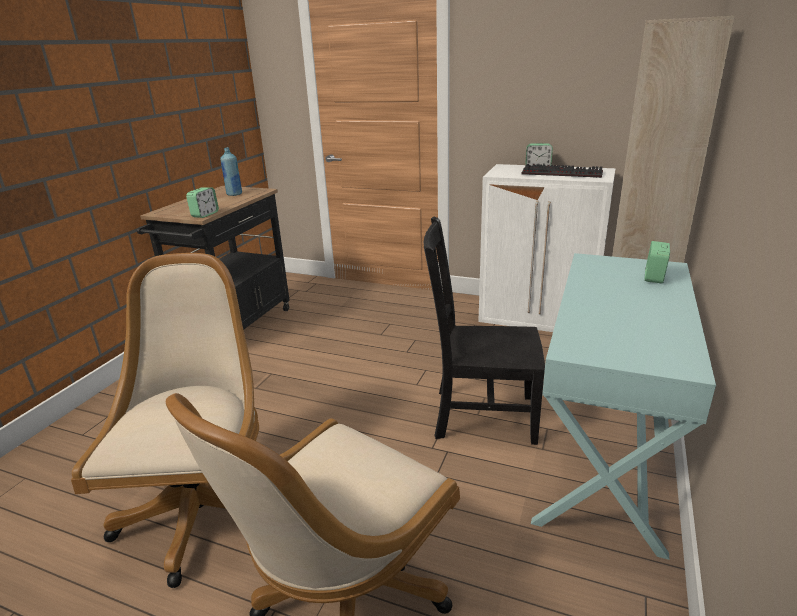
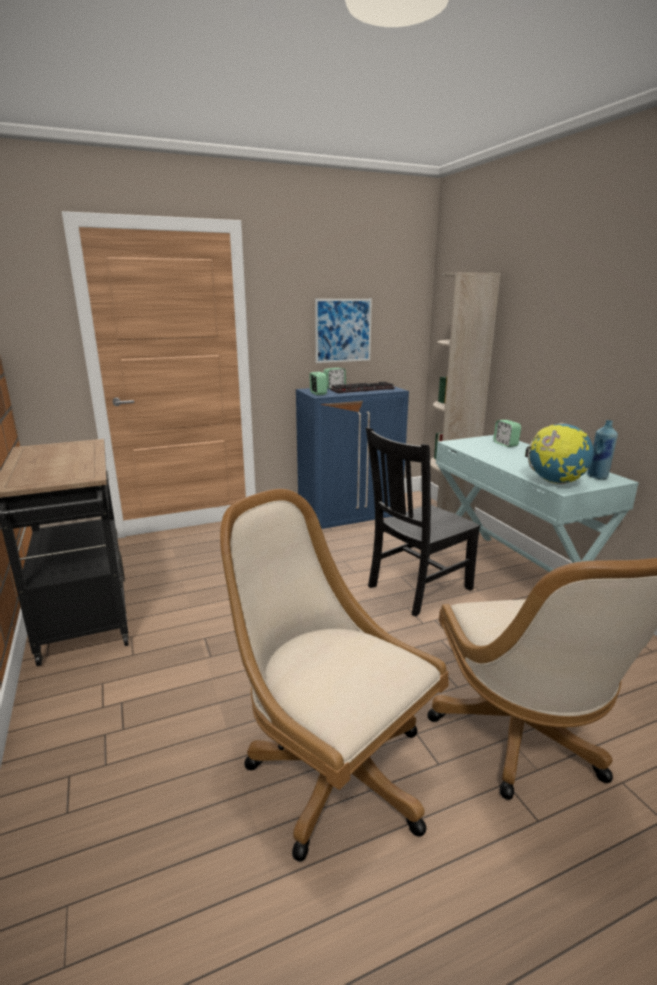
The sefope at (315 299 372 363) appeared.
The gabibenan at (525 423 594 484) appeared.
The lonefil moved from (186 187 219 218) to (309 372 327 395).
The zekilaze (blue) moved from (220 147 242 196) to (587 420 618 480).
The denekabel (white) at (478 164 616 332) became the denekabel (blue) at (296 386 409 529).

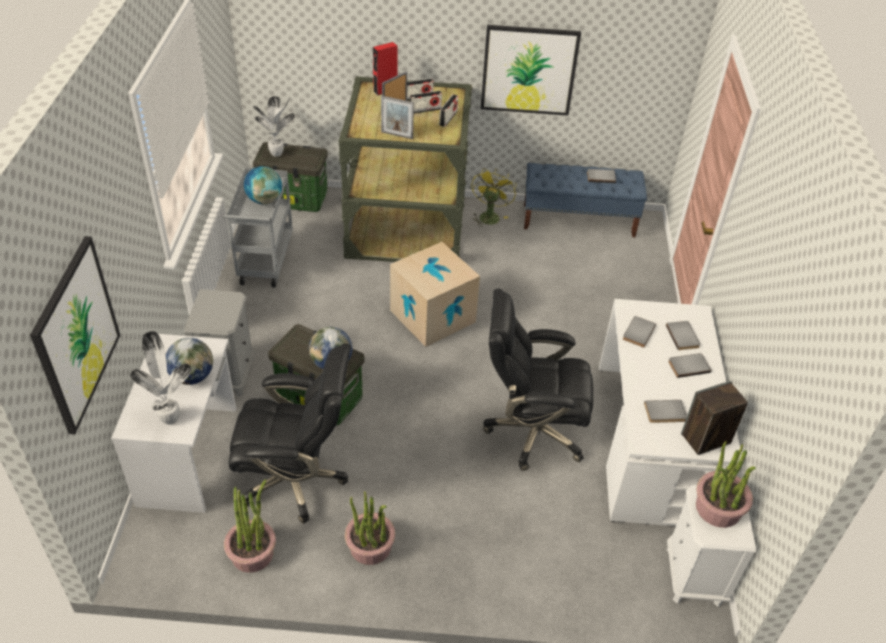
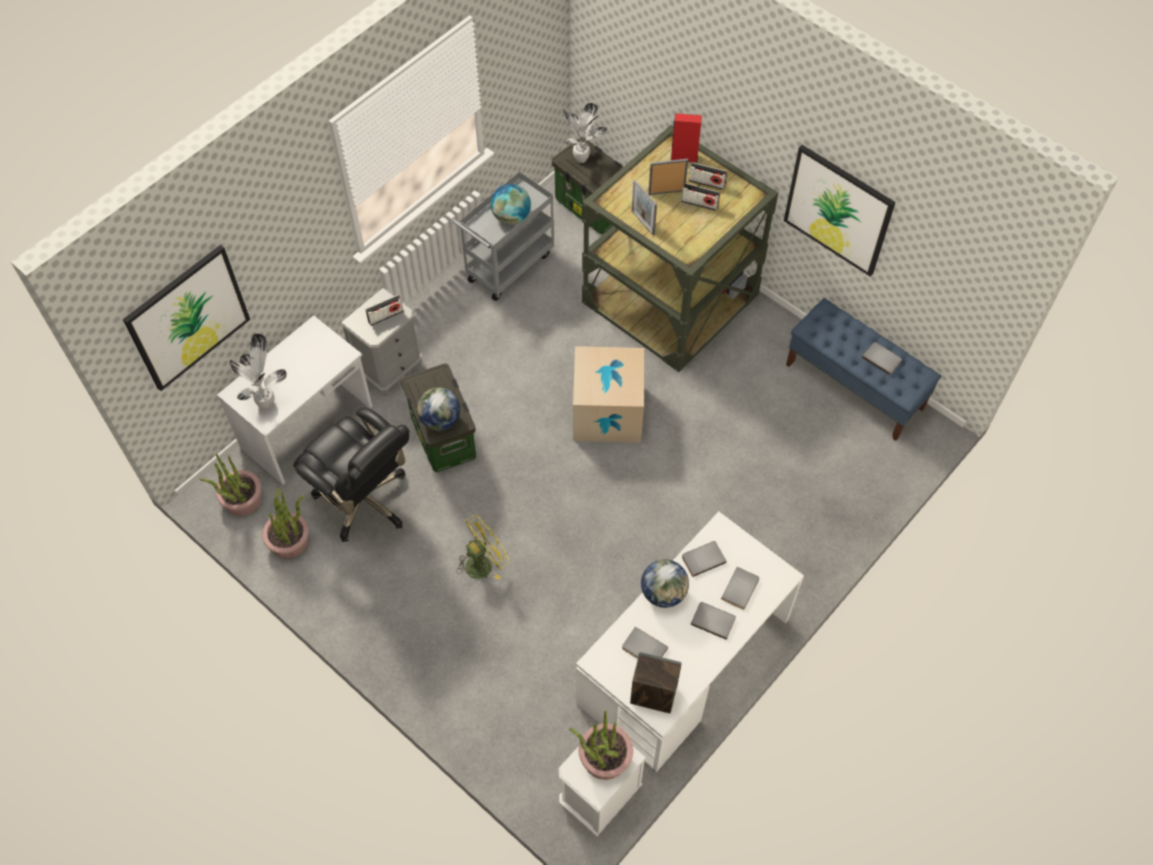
The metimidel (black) at (483 289 593 471) disappeared.
The gabibenan moved from (166 338 213 385) to (641 559 689 608).
The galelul moved from (345 491 395 565) to (200 453 261 516).
The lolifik moved from (439 94 458 127) to (365 295 404 326).
The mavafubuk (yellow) moved from (471 168 516 227) to (456 515 509 579).

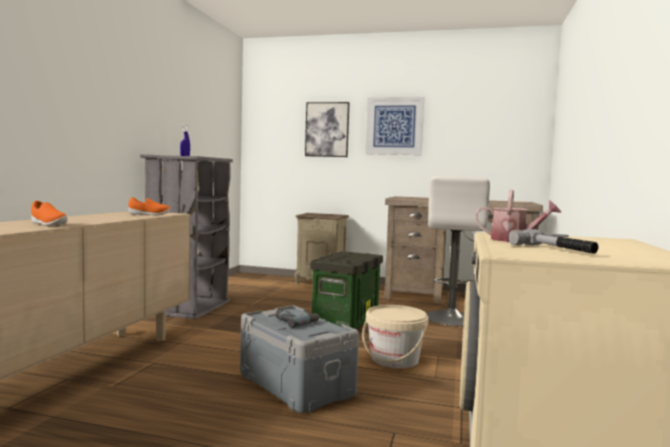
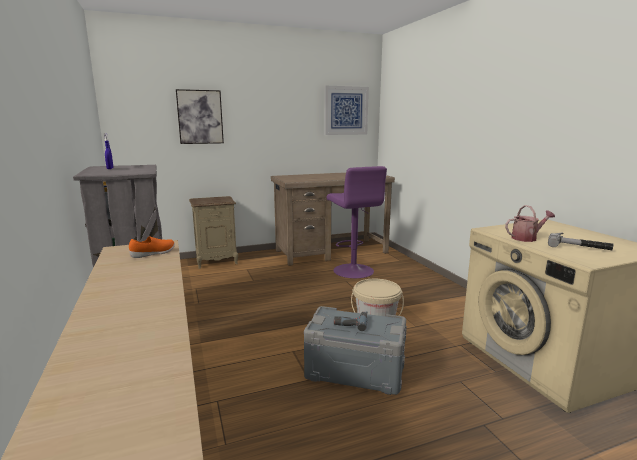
The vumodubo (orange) at (31 201 68 226) disappeared.
The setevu at (310 251 383 329) disappeared.
The sefope moved from (365 97 424 155) to (325 86 369 135).
The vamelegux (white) at (427 176 490 326) became the vamelegux (purple) at (327 166 387 278).

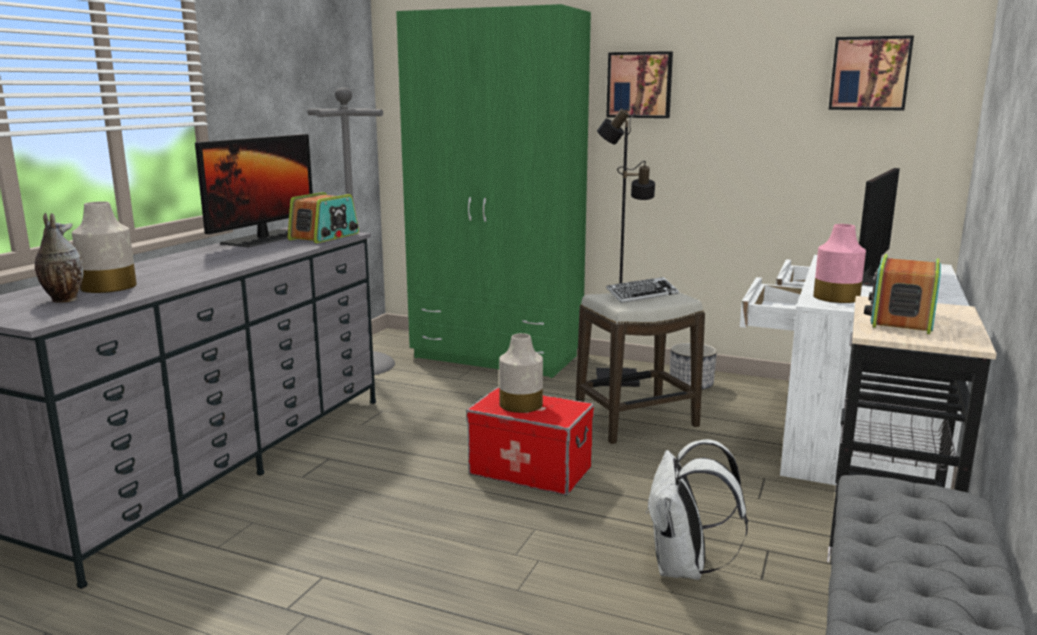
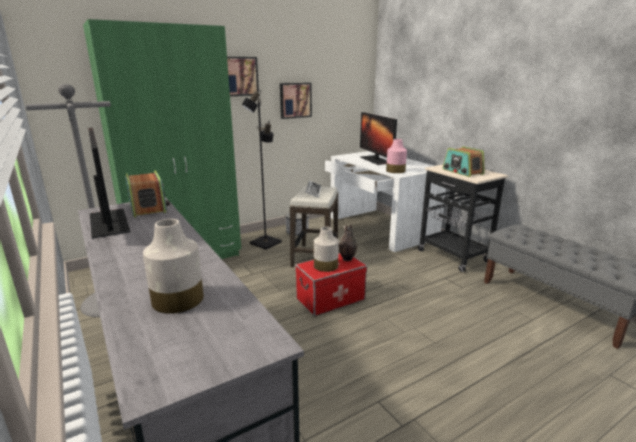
The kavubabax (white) at (646 439 748 580) disappeared.
The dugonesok moved from (35 213 84 303) to (339 224 358 261).
The sefope moved from (828 35 914 110) to (280 83 312 119).

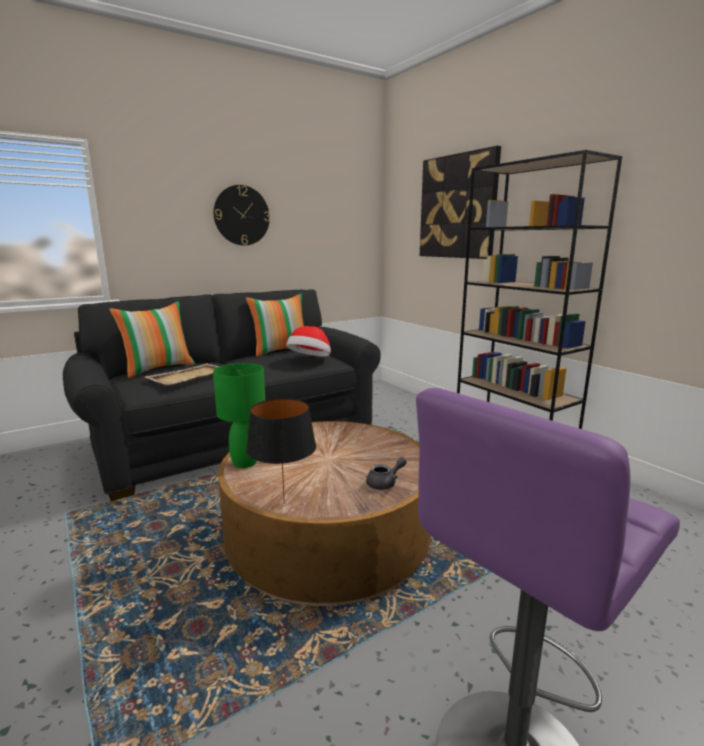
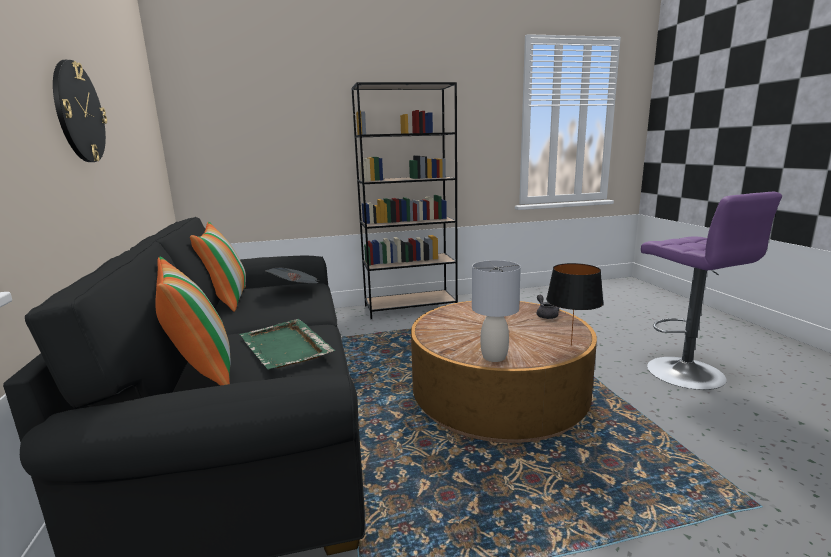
The sefope at (420 146 501 259) disappeared.
The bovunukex at (286 326 331 356) was replaced by the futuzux at (265 268 319 283).
The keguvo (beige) at (145 364 220 386) became the keguvo (green) at (239 319 335 370).
The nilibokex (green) at (213 363 265 468) became the nilibokex (grey) at (472 260 521 362).

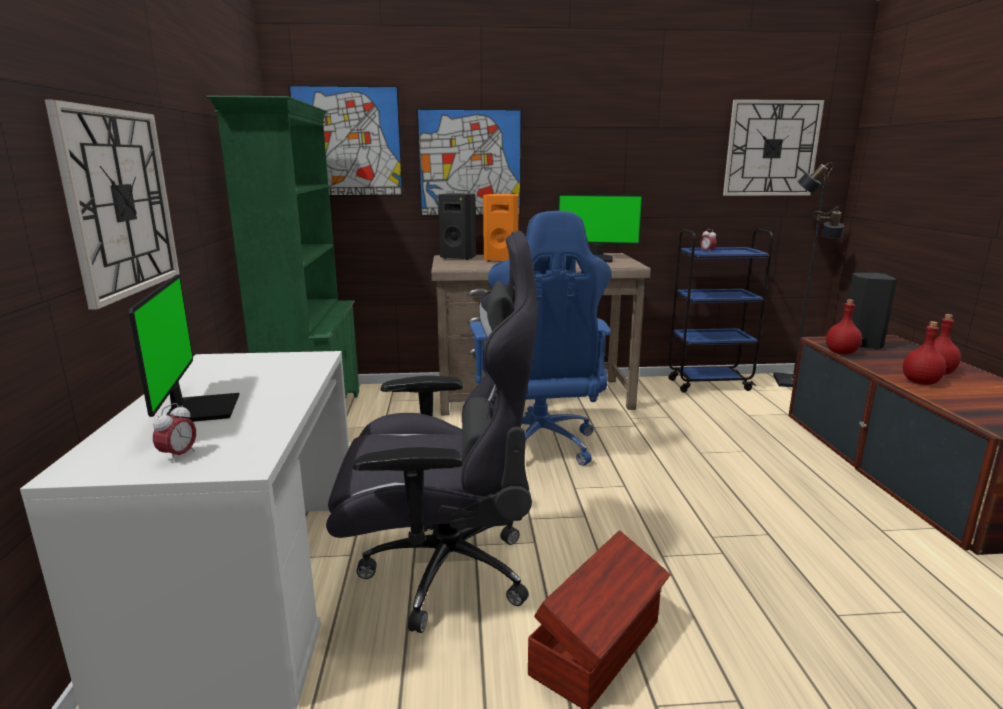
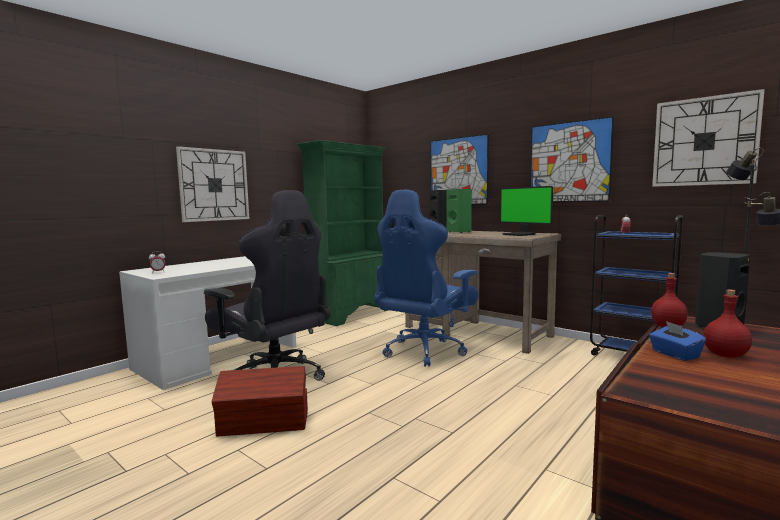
The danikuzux at (129 275 240 422) disappeared.
The sefope moved from (288 85 403 197) to (530 116 614 202).
The zekilaze (red) at (903 321 946 385) was replaced by the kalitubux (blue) at (649 321 706 361).
The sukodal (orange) at (483 194 519 261) became the sukodal (green) at (446 189 472 233).

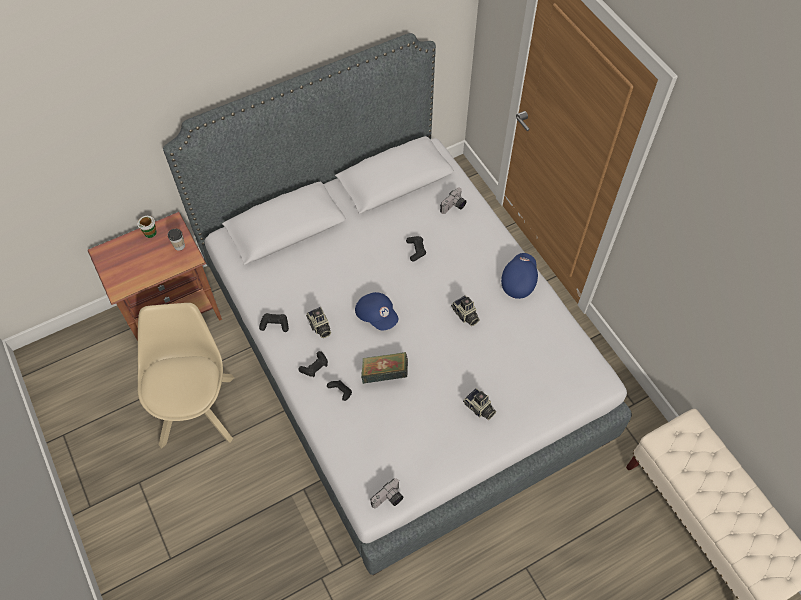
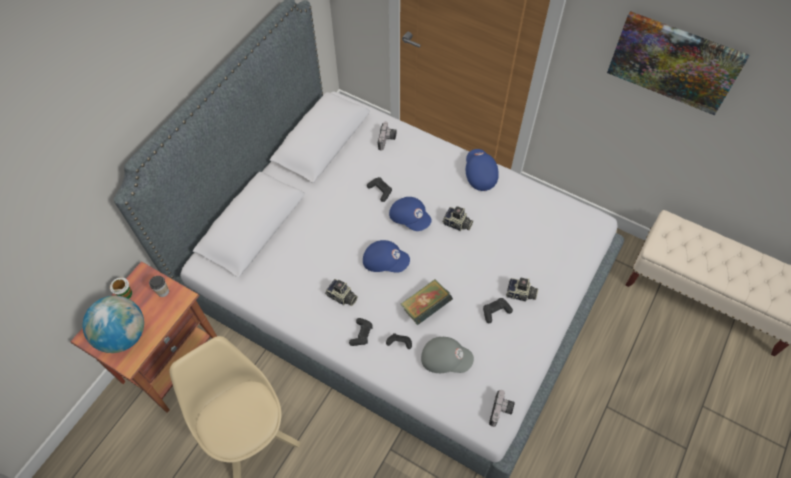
The gabibenan at (83 296 144 353) appeared.
The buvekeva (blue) at (389 197 432 231) appeared.
The buvekeva (grey) at (421 337 474 373) appeared.
The sefope at (607 11 750 115) appeared.
The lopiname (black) moved from (259 313 289 332) to (483 298 513 323).

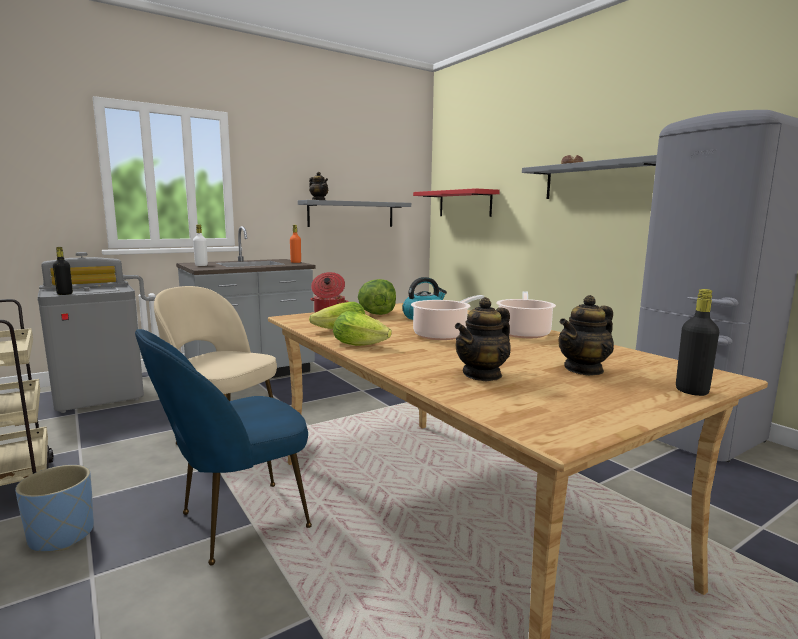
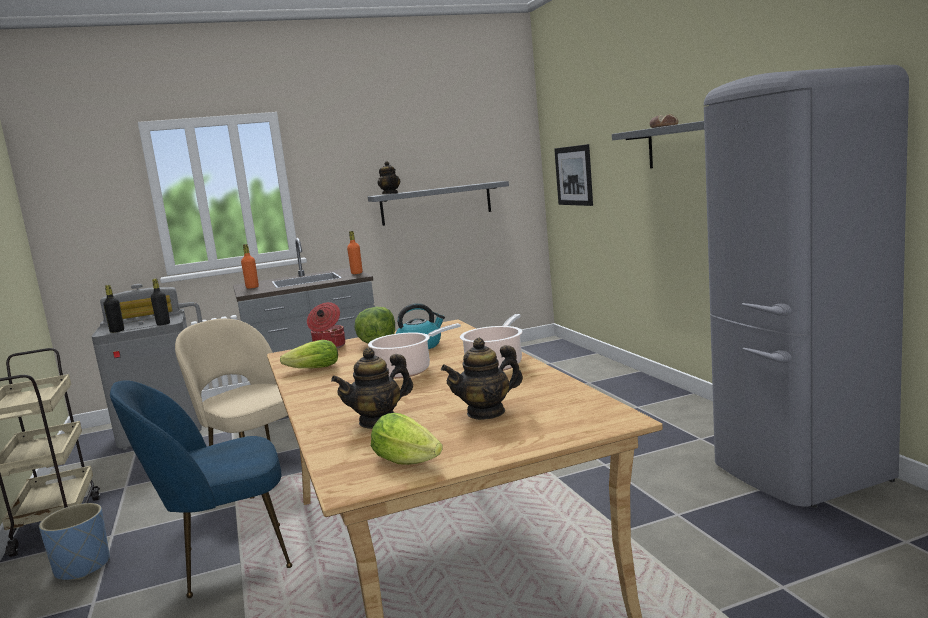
The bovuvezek moved from (333 311 392 346) to (371 413 442 465).
The zekilaze (black) moved from (676 289 719 396) to (151 278 170 325).
The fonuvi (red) at (413 188 500 217) was replaced by the sefope at (554 144 593 206).
The zekilaze (white) at (193 224 208 266) became the zekilaze (orange) at (241 244 259 288).

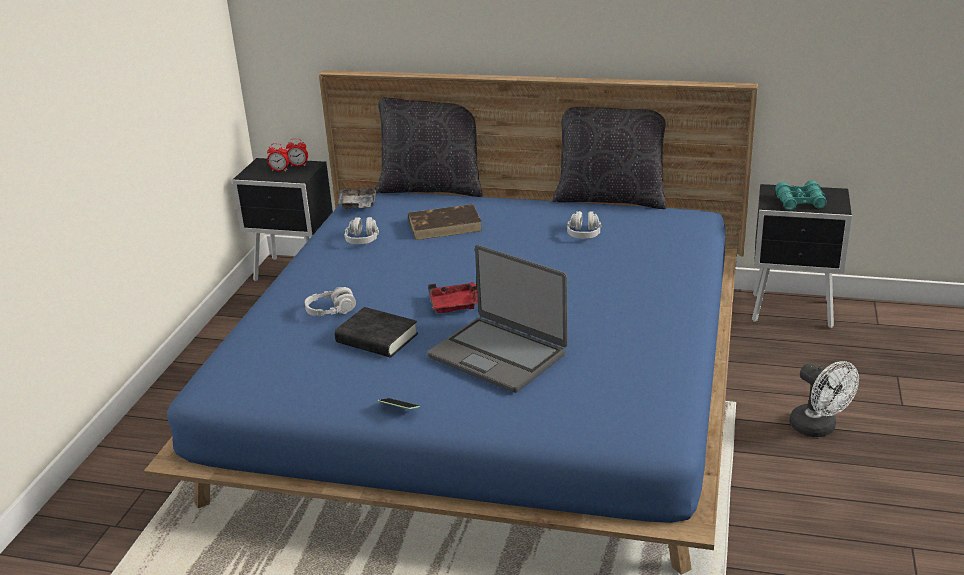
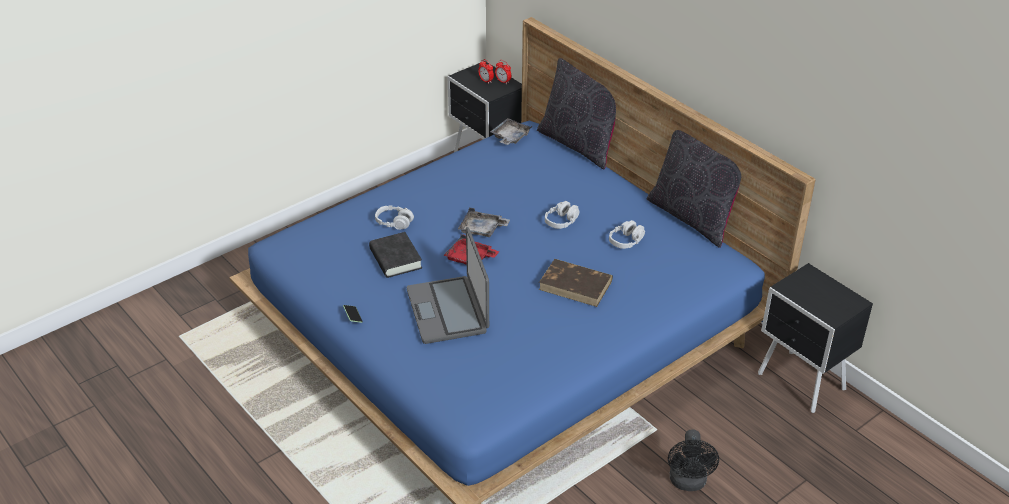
The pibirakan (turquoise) at (775 180 827 210) disappeared.
The keguvo (grey) at (458 208 510 237) appeared.
The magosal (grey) moved from (344 217 379 244) to (545 201 580 229).
The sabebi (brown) moved from (408 204 482 240) to (539 259 613 307).
The mavafubuk (white) at (789 361 859 437) became the mavafubuk (black) at (668 429 719 491).

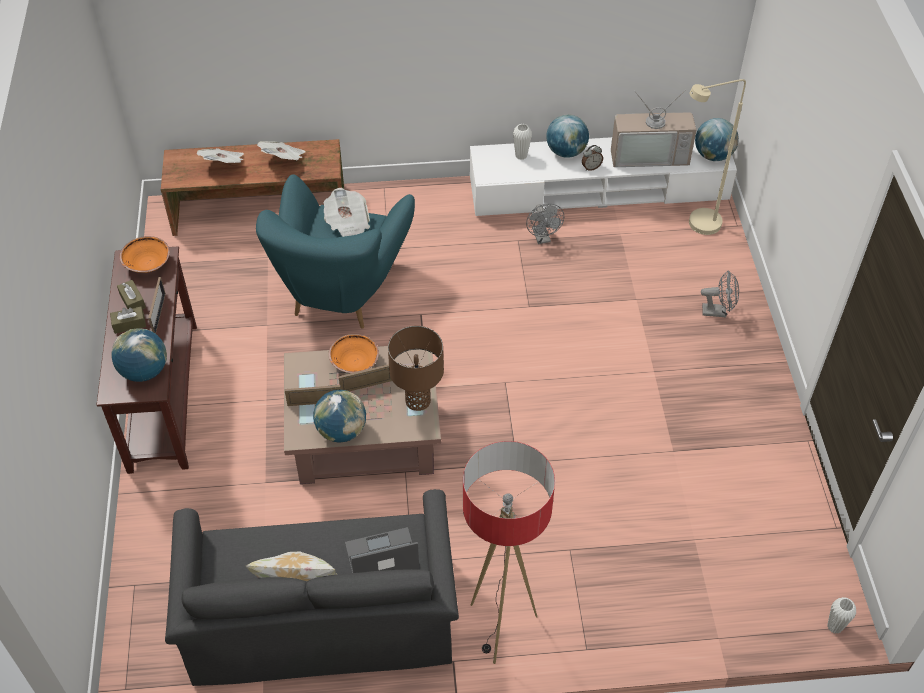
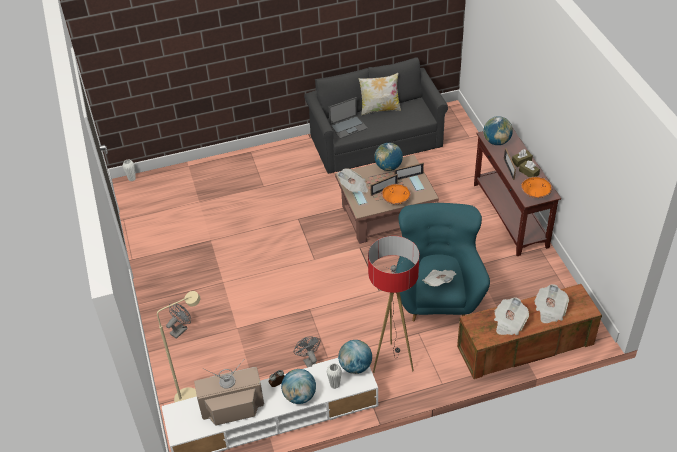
The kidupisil moved from (463 441 555 664) to (368 236 419 373).
The gabibenan moved from (695 118 739 161) to (338 340 372 374).
The nilibokex (brown) at (388 326 444 411) was replaced by the futuzux at (337 169 368 193).
The mavafubuk (grey) at (701 270 739 317) turned 135 degrees clockwise.

